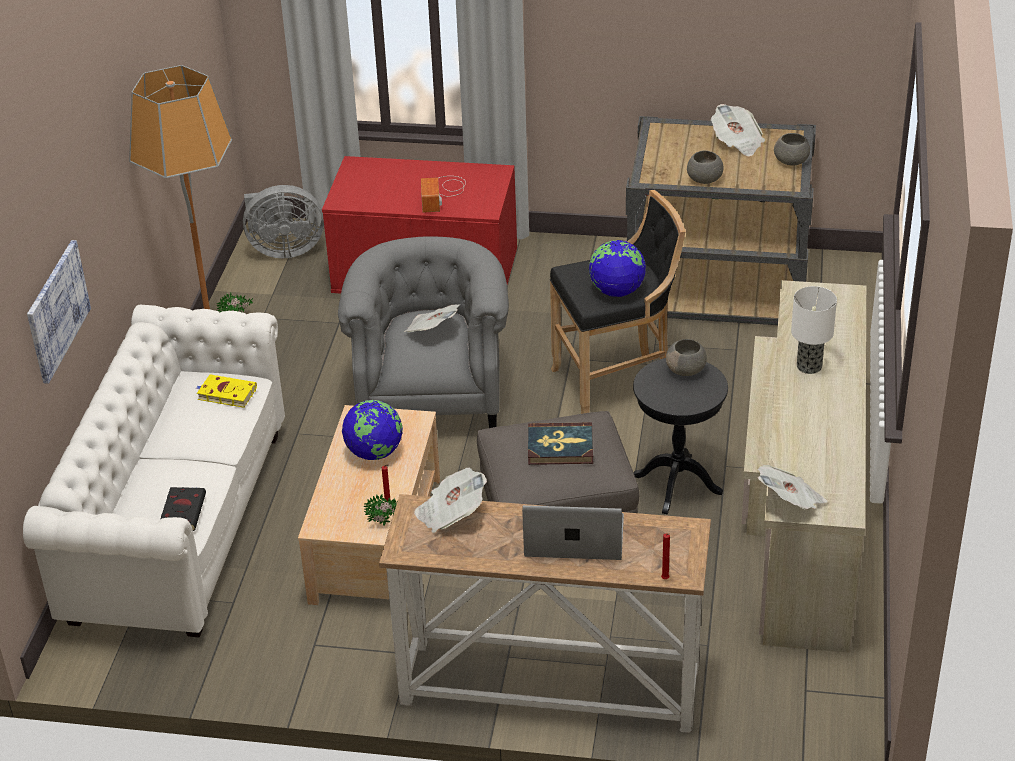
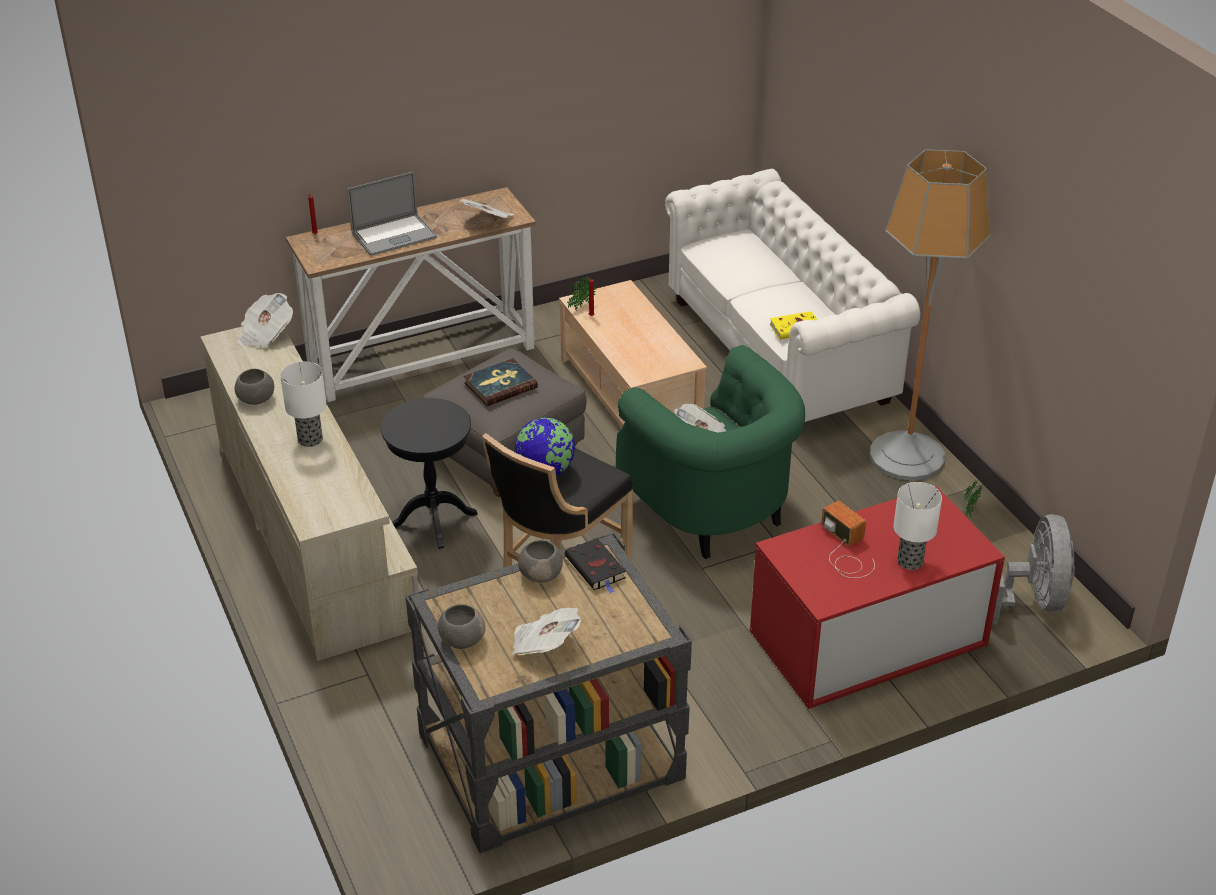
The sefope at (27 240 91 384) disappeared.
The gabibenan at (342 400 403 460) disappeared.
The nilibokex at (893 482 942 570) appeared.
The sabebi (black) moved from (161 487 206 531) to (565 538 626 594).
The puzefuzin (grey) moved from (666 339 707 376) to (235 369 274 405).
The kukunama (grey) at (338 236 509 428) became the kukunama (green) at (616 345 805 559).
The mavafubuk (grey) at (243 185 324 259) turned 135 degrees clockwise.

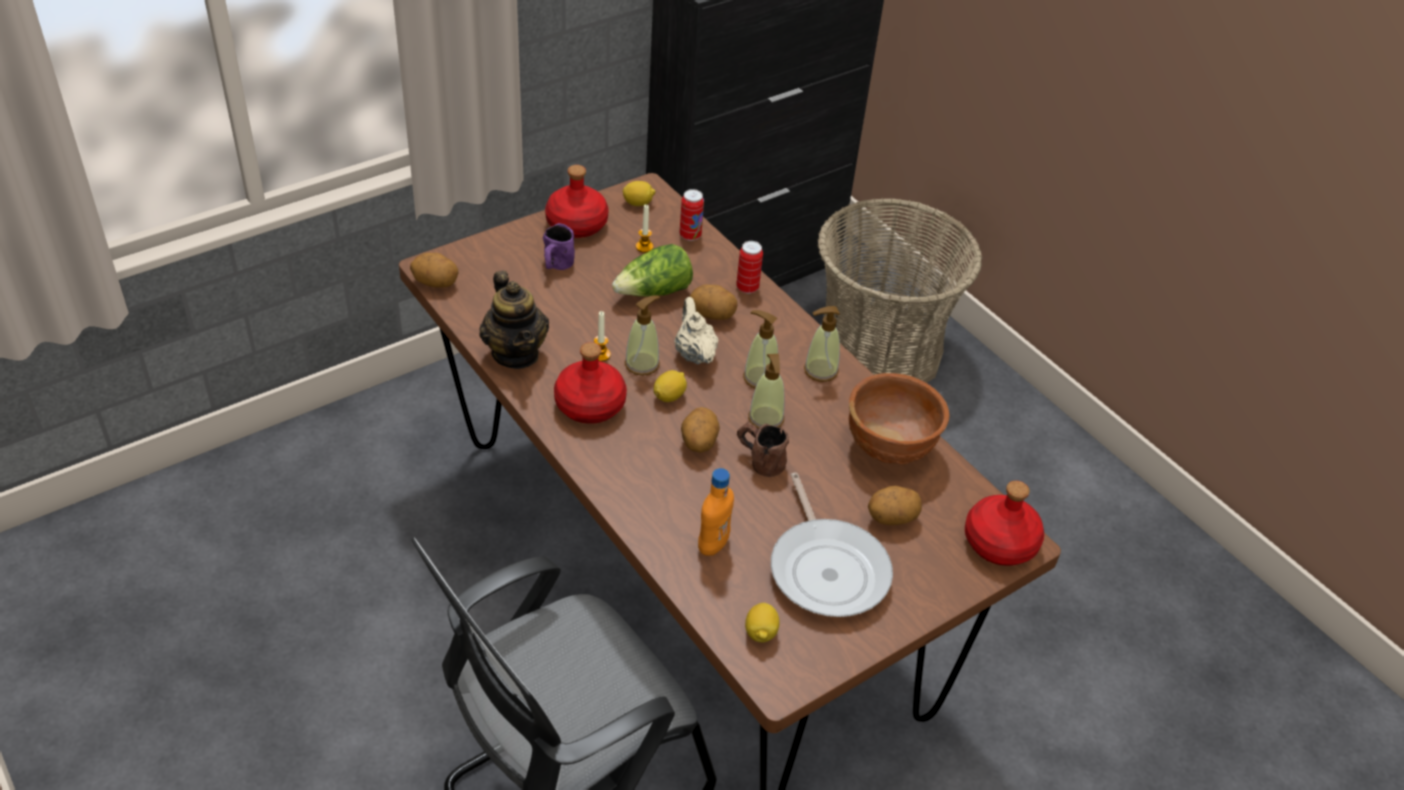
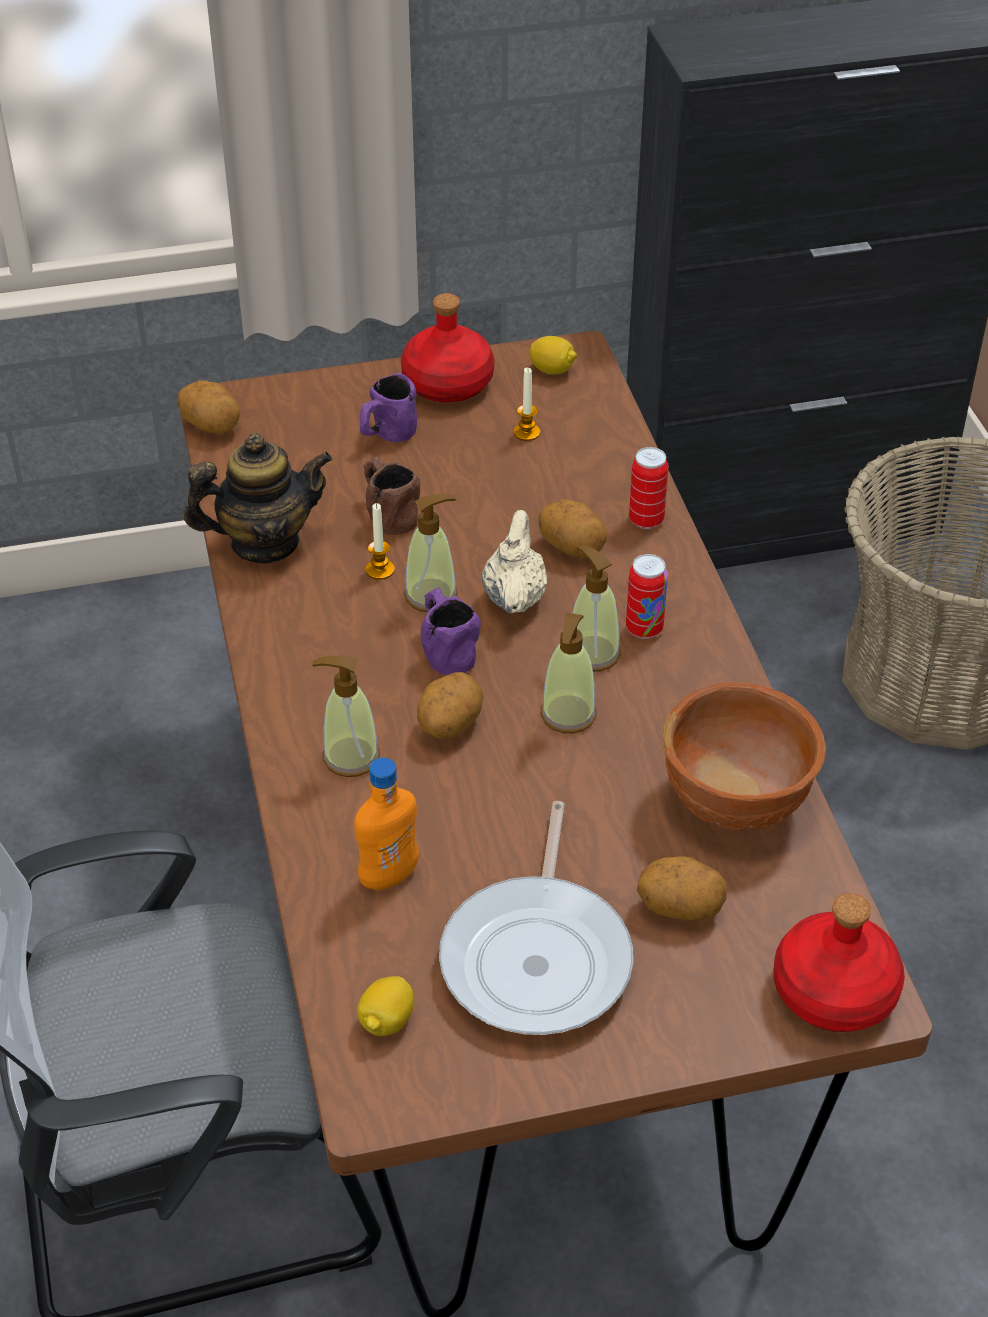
The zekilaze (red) at (554 342 627 424) disappeared.
The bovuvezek at (612 244 693 297) disappeared.
The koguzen moved from (680 189 704 241) to (626 554 668 639).
The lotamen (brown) moved from (737 422 789 477) to (363 456 421 535).
The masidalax moved from (804 306 840 382) to (312 656 380 777).
The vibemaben at (654 370 687 402) was replaced by the lotamen (purple) at (421 587 481 675).
The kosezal at (479 271 549 369) turned 105 degrees counterclockwise.

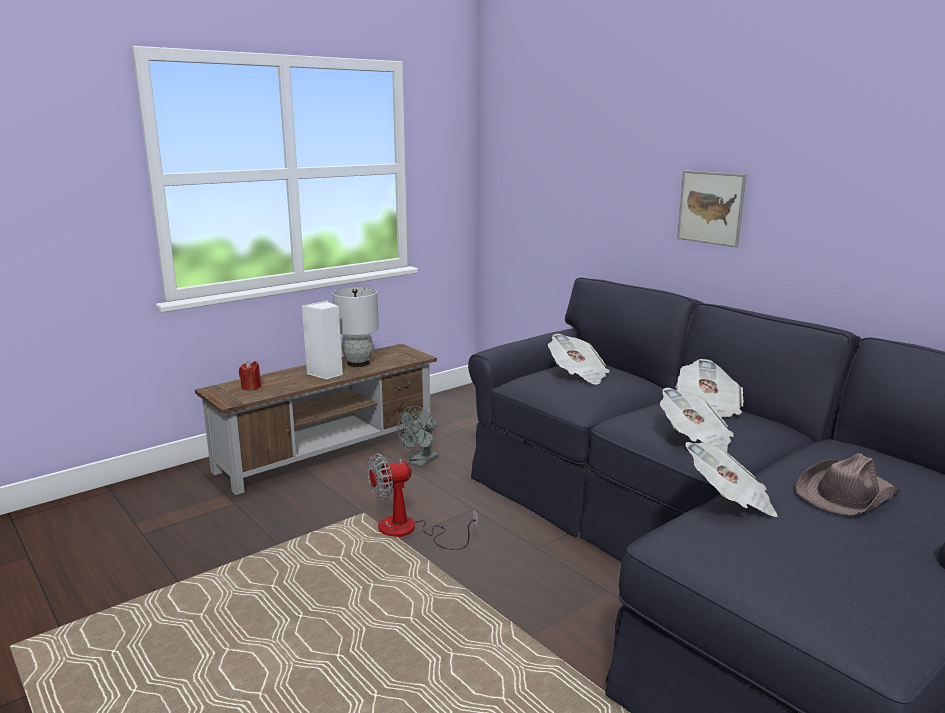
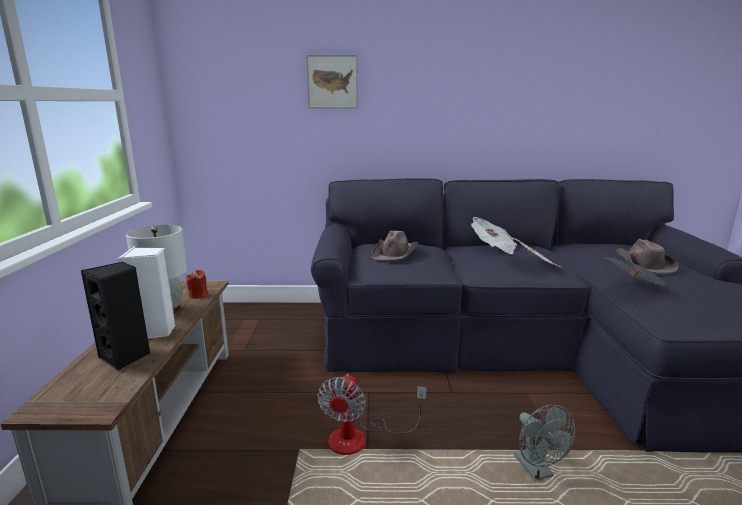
The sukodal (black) at (81 262 150 371) appeared.
The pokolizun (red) moved from (239 361 261 391) to (186 270 208 299).
The mavafubuk (grey) moved from (397 406 438 467) to (514 405 575 481).
The sefope moved from (677 170 747 247) to (306 54 358 108).
The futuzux at (548 334 609 385) was replaced by the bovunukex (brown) at (372 231 419 260).

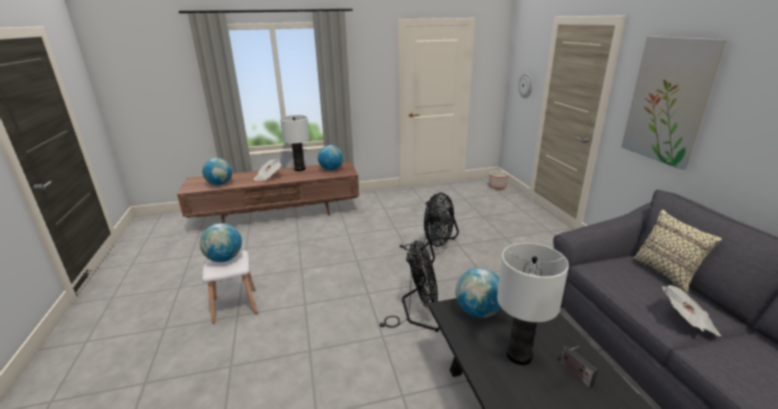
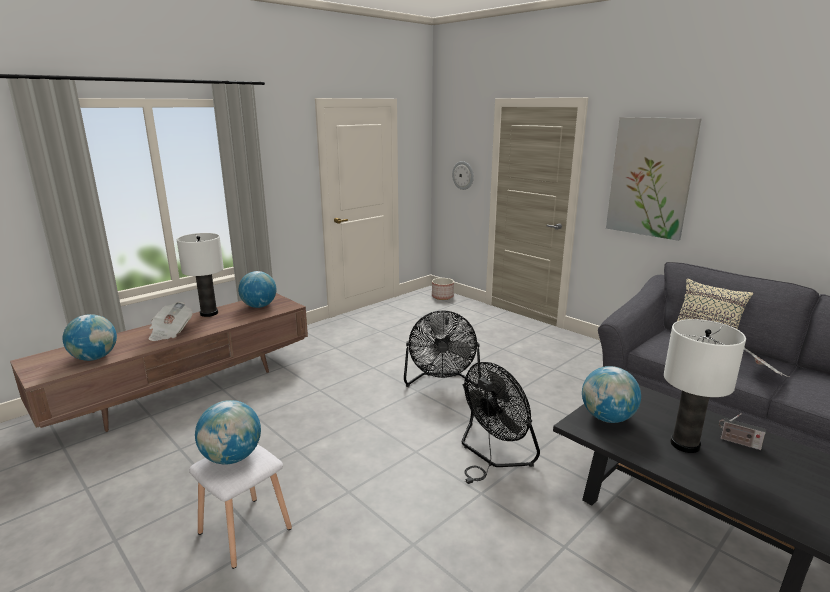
The mavafubuk (black) at (399 193 459 264) turned 90 degrees clockwise.

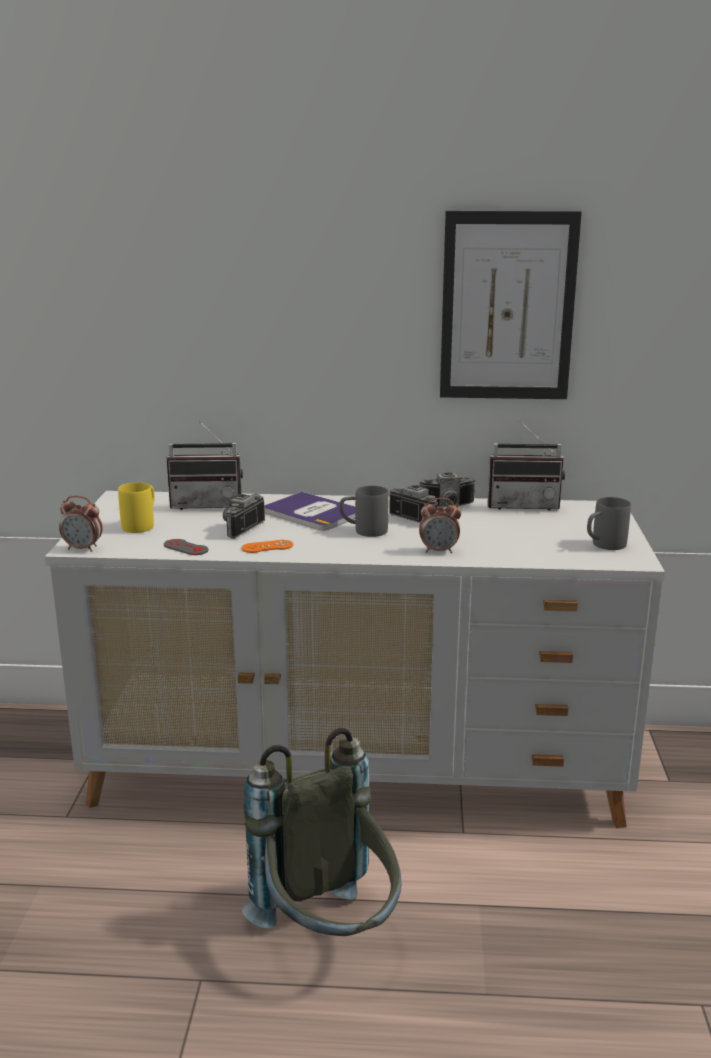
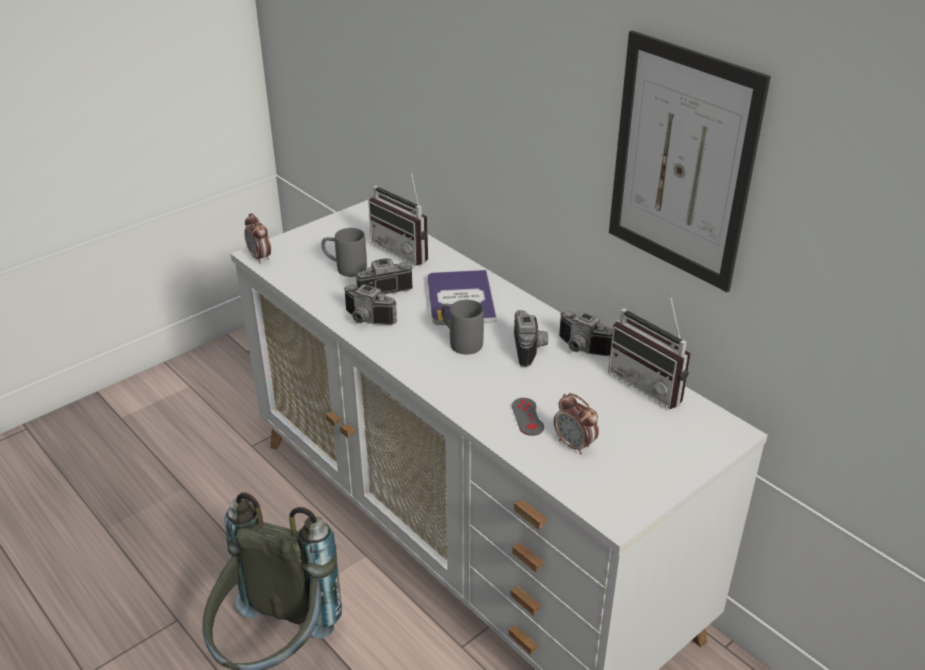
The lotamen (yellow) at (118 482 155 533) disappeared.
The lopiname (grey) moved from (164 539 209 555) to (512 398 544 436).
The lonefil moved from (419 498 461 553) to (554 393 599 455).
The lotamen (grey) moved from (587 497 631 550) to (322 228 367 277).
The lopiname (orange) at (241 540 293 553) was replaced by the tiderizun at (344 284 397 325).

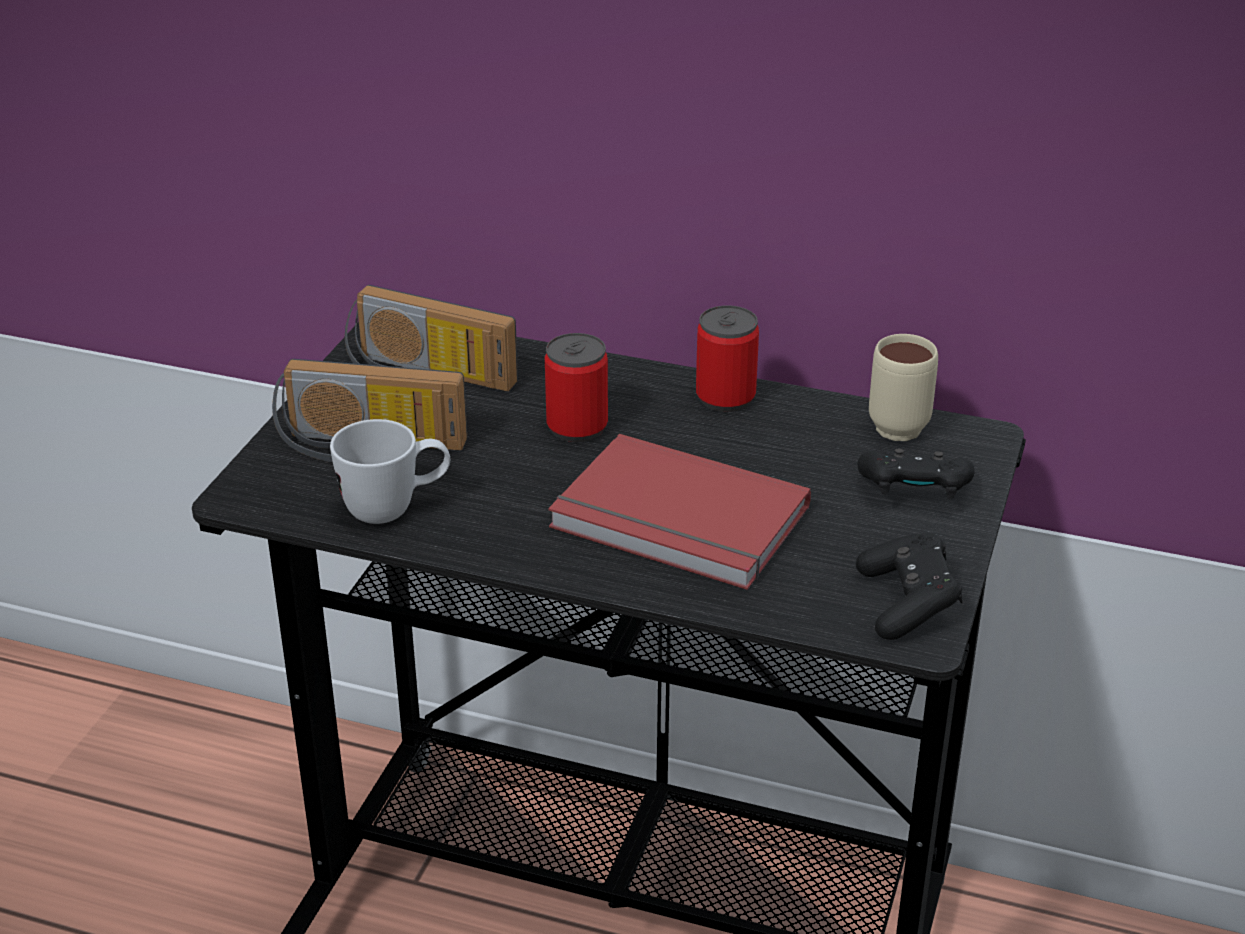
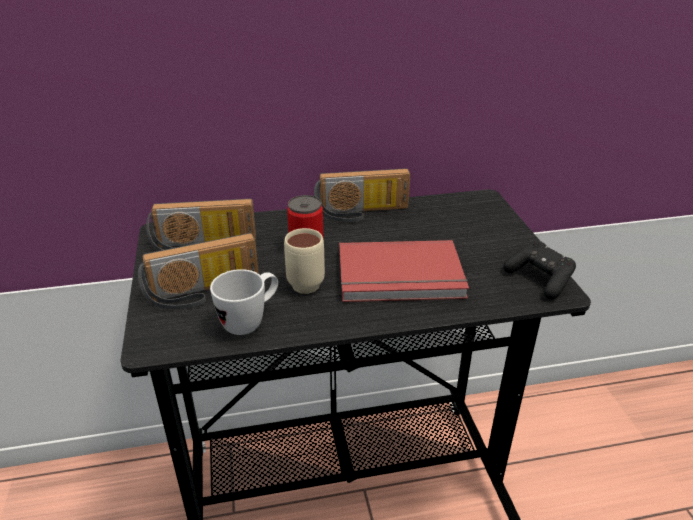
The lopiname (black) at (858 449 975 499) disappeared.
The lotamen (beige) moved from (869 334 938 441) to (284 228 325 294).
The koguzen at (696 306 759 412) was replaced by the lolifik at (314 168 410 222).

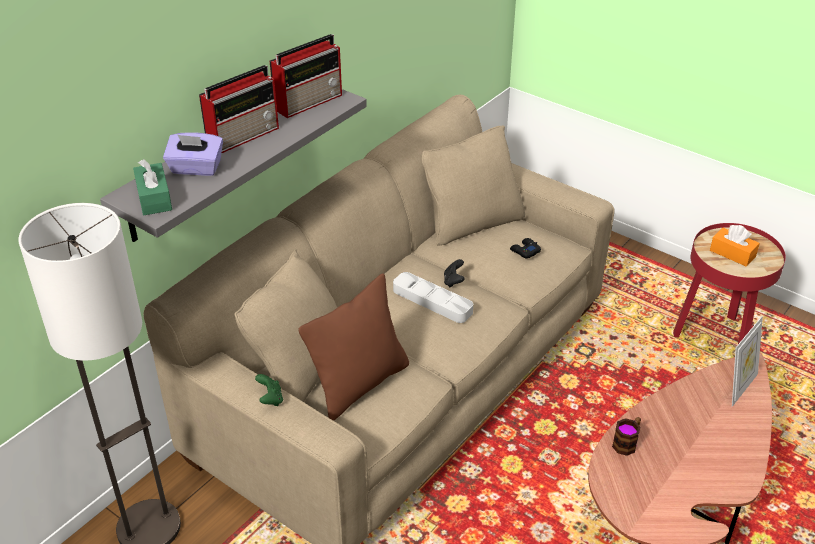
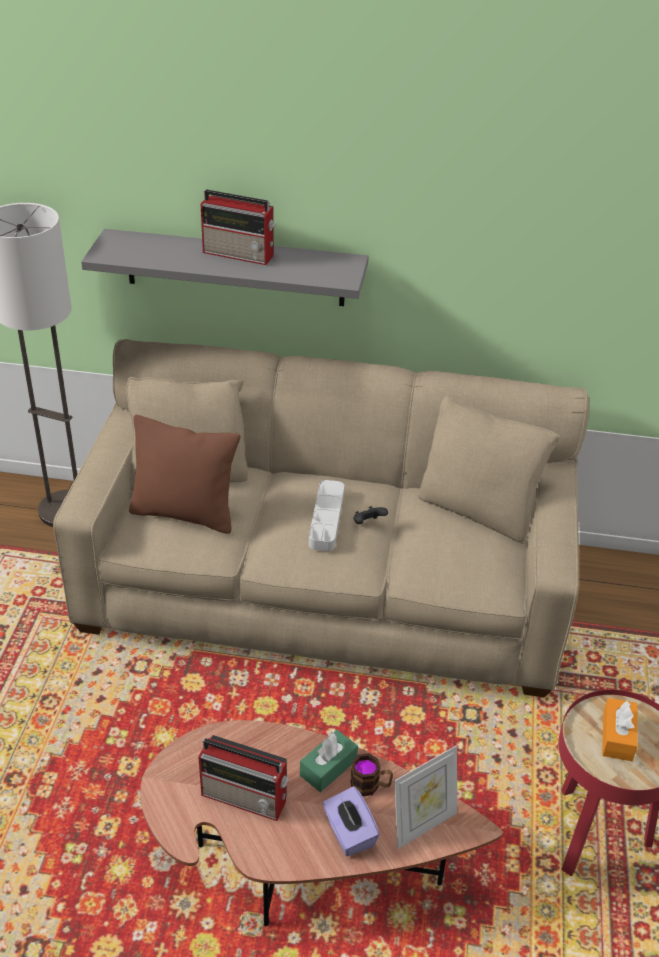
The lopiname (green) at (255 374 283 406) disappeared.
The lopiname (black) at (510 238 541 258) disappeared.
The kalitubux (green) moved from (133 159 172 215) to (300 730 358 792).
The kalitubux (purple) moved from (163 132 223 176) to (322 786 380 856).
The lolifik moved from (270 34 342 118) to (199 735 289 821).
The lotamen moved from (612 417 641 456) to (350 753 393 796).
The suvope at (732 316 763 407) turned 45 degrees counterclockwise.

